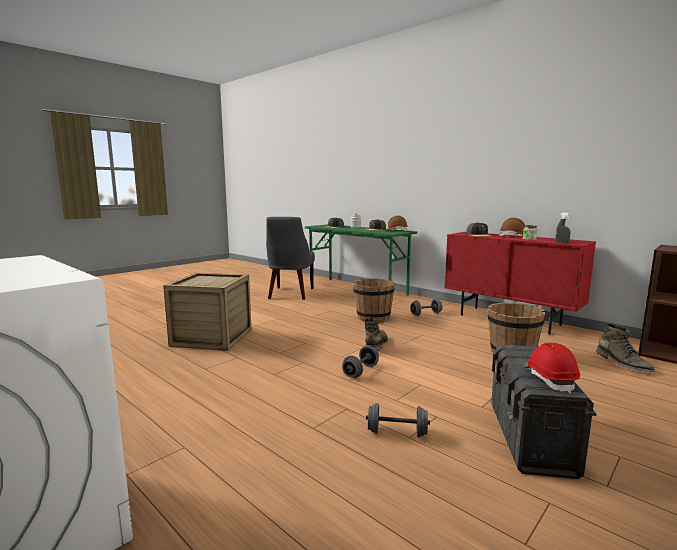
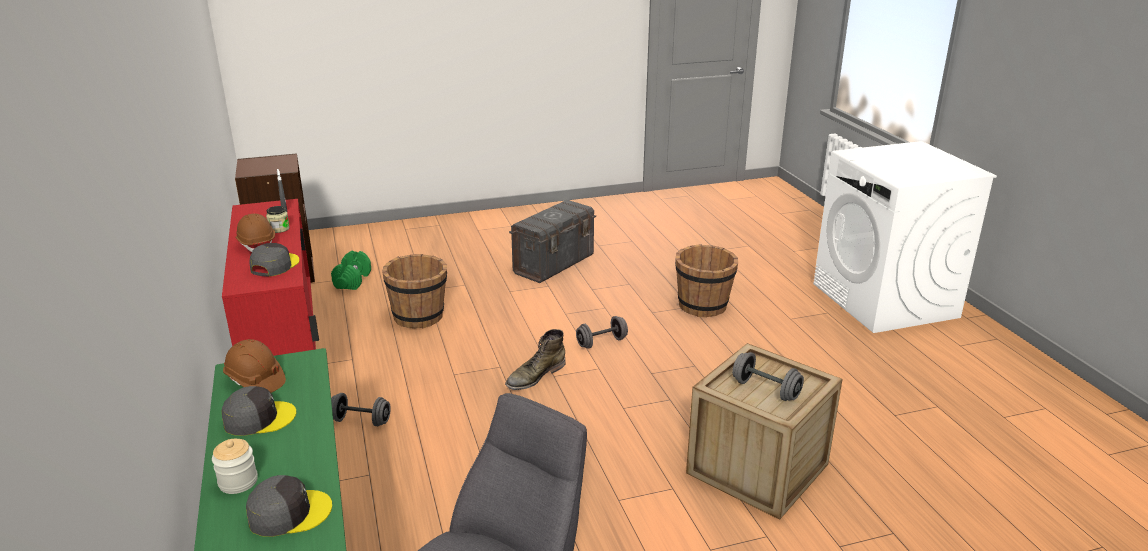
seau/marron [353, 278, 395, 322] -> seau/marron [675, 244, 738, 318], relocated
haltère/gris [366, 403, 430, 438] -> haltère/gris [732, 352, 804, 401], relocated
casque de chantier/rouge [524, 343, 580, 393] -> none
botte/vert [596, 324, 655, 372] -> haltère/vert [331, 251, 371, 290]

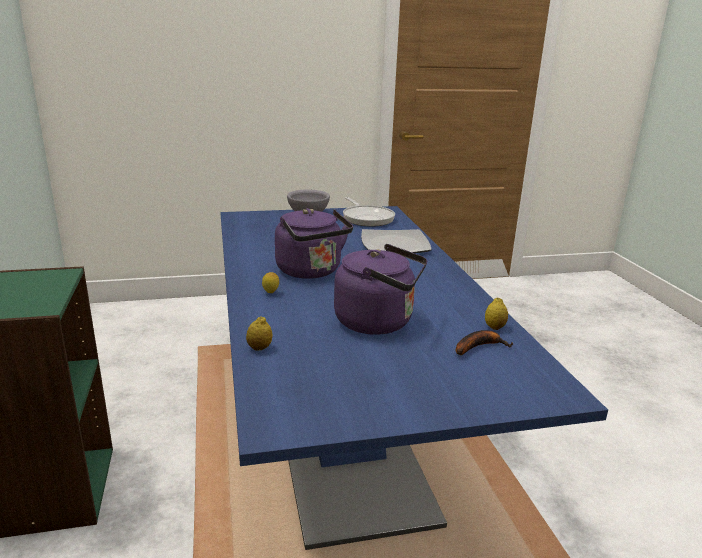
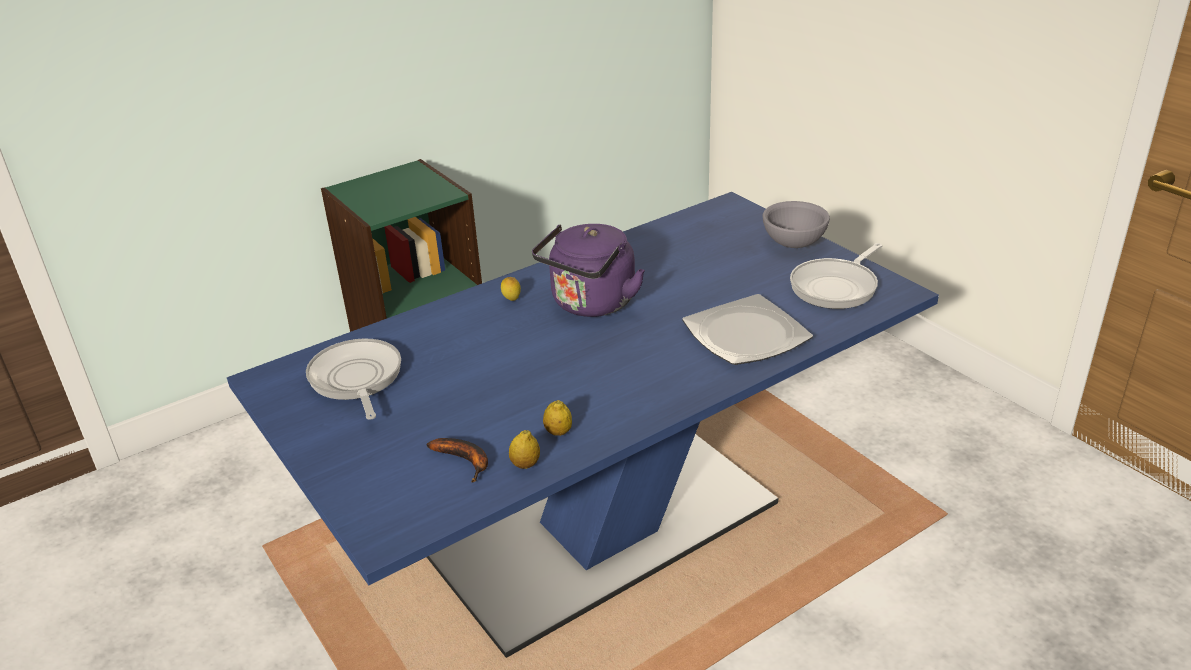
citron [246, 316, 273, 351] -> citron [543, 400, 572, 436], relocated
bouilloire/violet [334, 244, 427, 335] -> none
none -> poêle [306, 339, 401, 420]

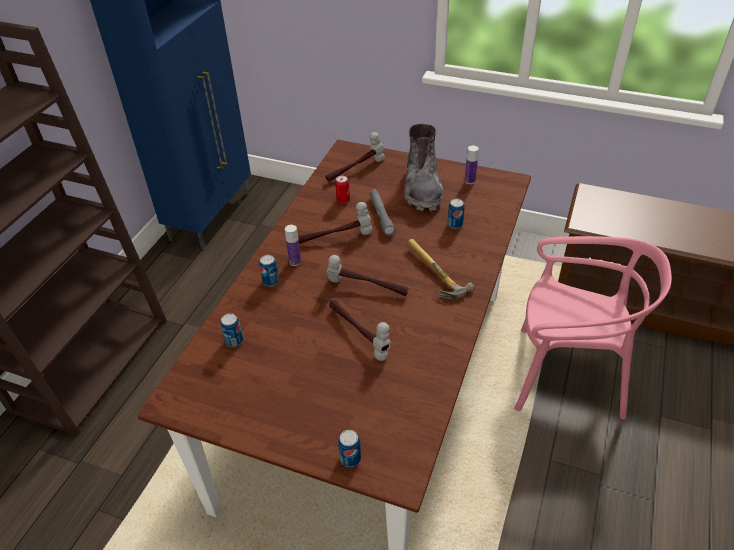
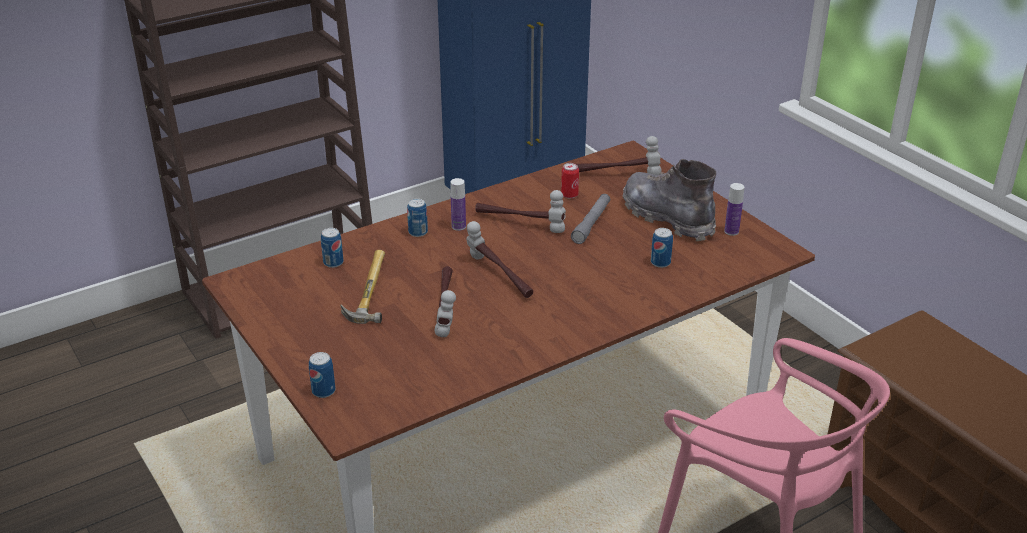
botte/gris [404, 124, 443, 211] -> botte/gris [623, 159, 716, 241], 105 degrees clockwise
marteau [407, 239, 475, 299] -> marteau [340, 250, 385, 324], relocated

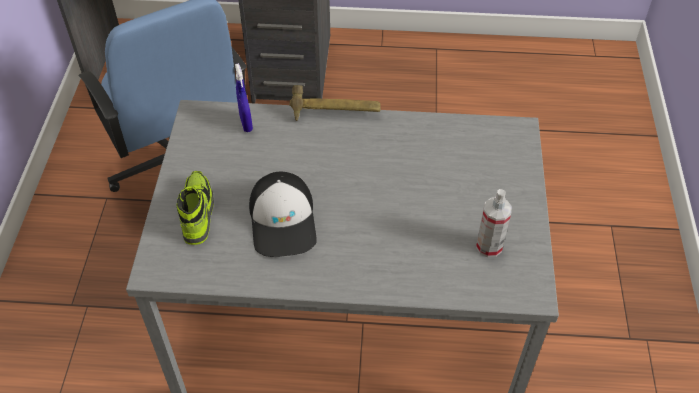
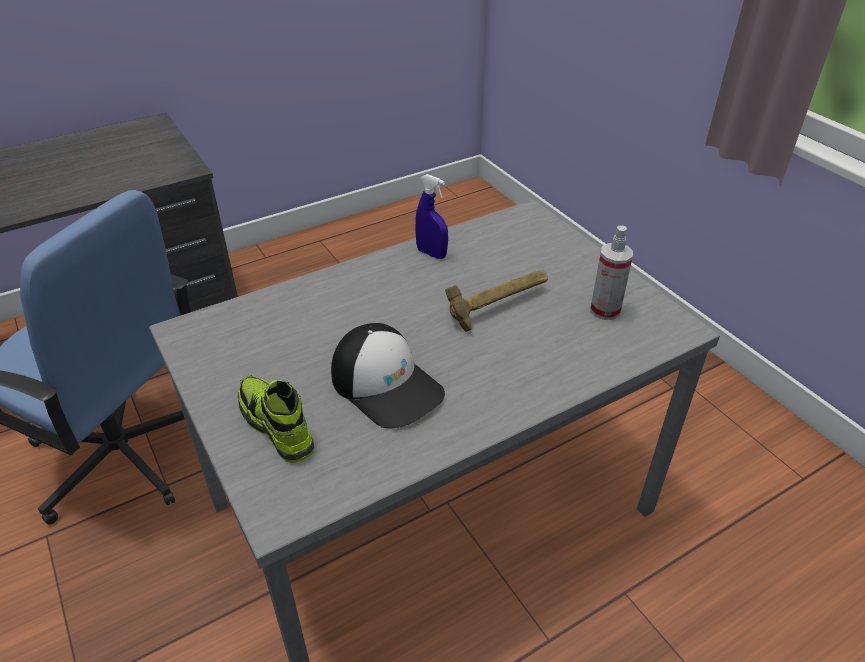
vaporisateur/bleu [235, 63, 253, 132] -> vaporisateur/bleu [415, 174, 448, 259], relocated
marteau [289, 85, 381, 121] -> marteau [445, 271, 548, 332], relocated

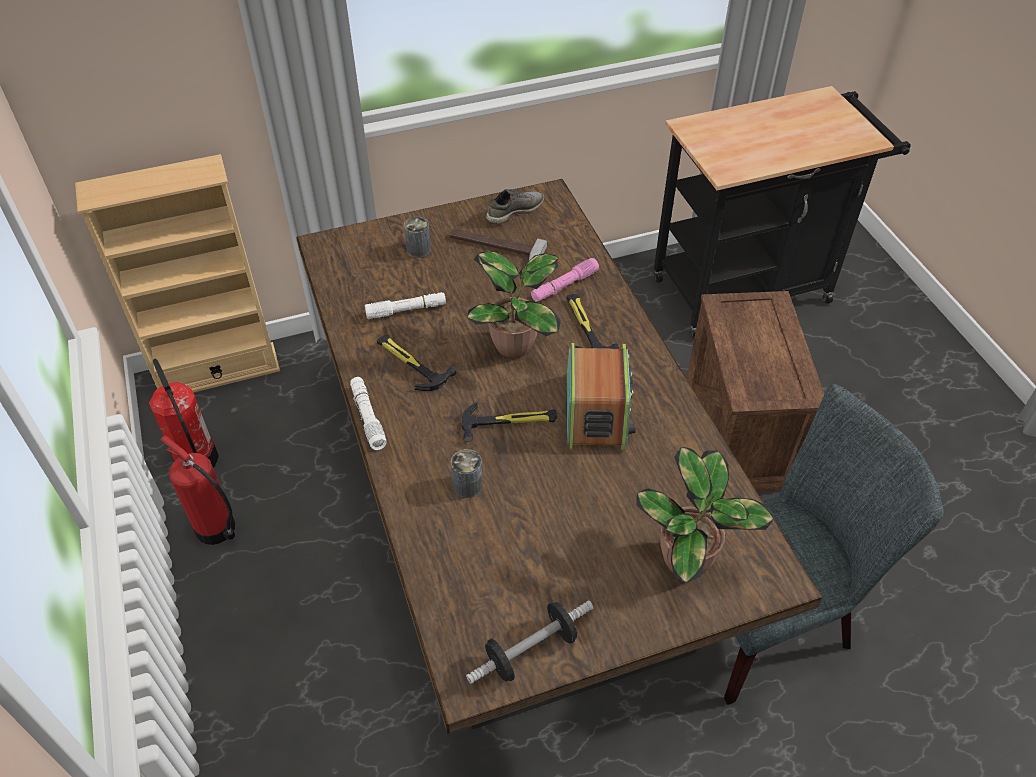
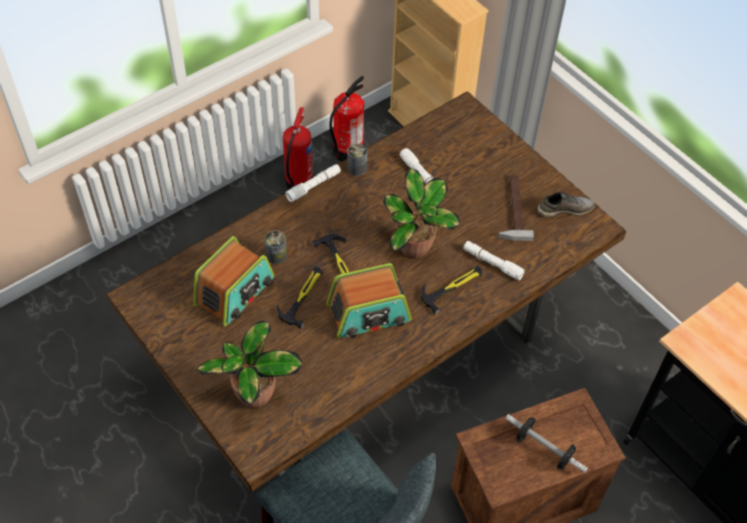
marteau [377, 336, 456, 391] -> marteau [277, 267, 323, 328], relocated
boîte métallique [404, 217, 431, 258] -> boîte métallique [347, 143, 368, 176], relocated
haltère [466, 600, 594, 684] -> haltère [505, 414, 588, 473], relocated
chaussure/gris [486, 189, 544, 224] -> chaussure/gris [537, 192, 595, 218], 45 degrees counterclockwise
lampe de poche/rose [531, 258, 599, 302] -> lampe de poche/blanc [463, 241, 525, 280]
none -> radio [193, 236, 274, 327]

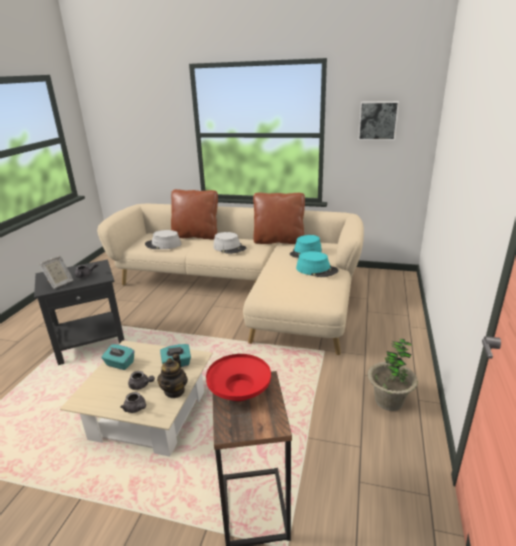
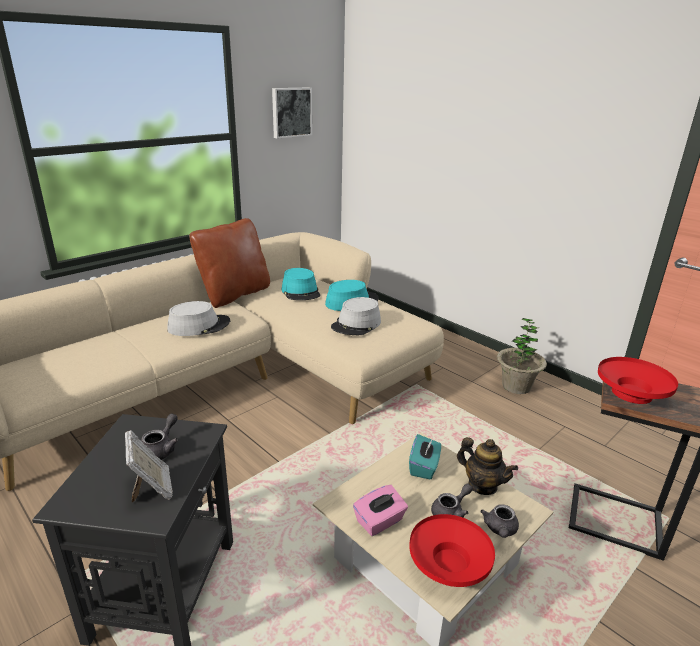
boîte à mouchoirs/turquoise [101, 344, 134, 370] -> boîte à mouchoirs/rose [353, 485, 408, 536]
théière/gris [120, 392, 146, 413] -> théière/gris [480, 504, 519, 538], 120 degrees clockwise
chapeau/gris [145, 230, 181, 249] -> chapeau/gris [331, 297, 381, 335], relocated
coussin/marron [171, 189, 218, 239] -> none
none -> bol/rouge [409, 514, 495, 587]

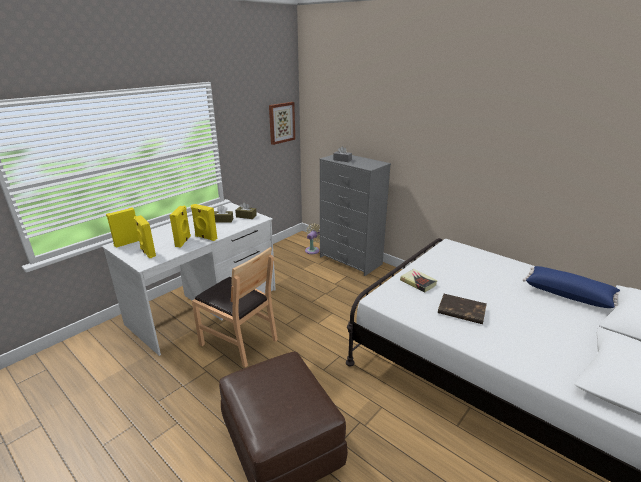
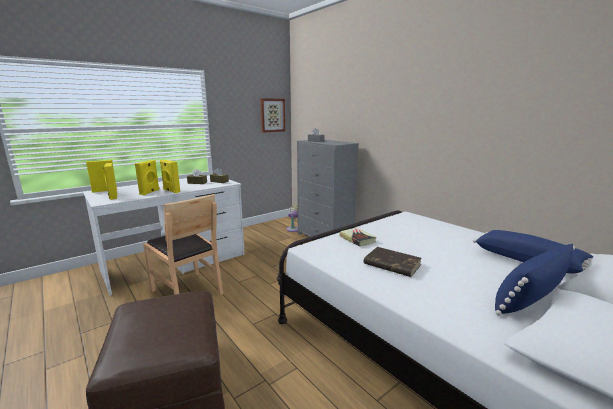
none -> coussin/bleu [495, 244, 575, 316]

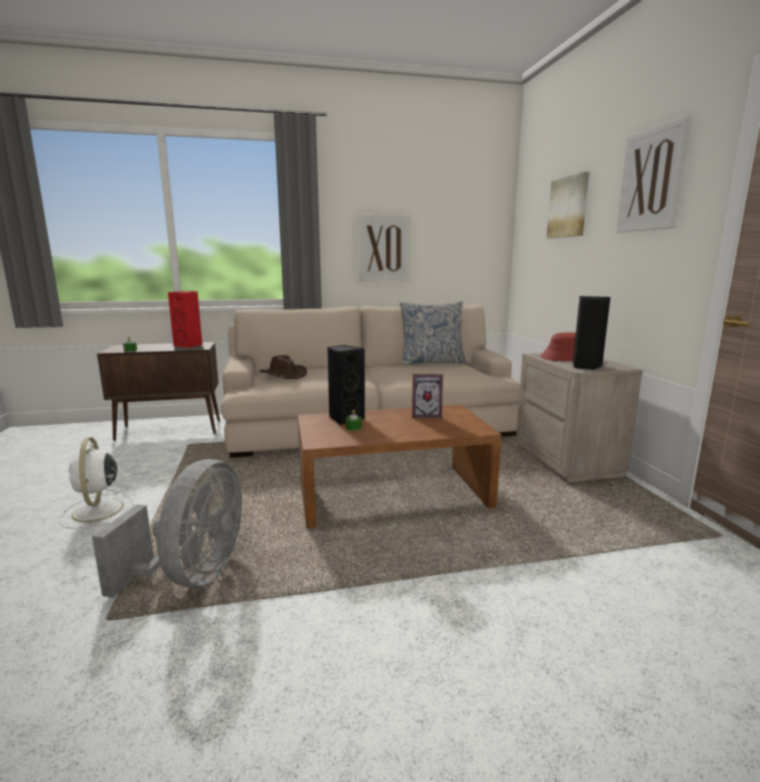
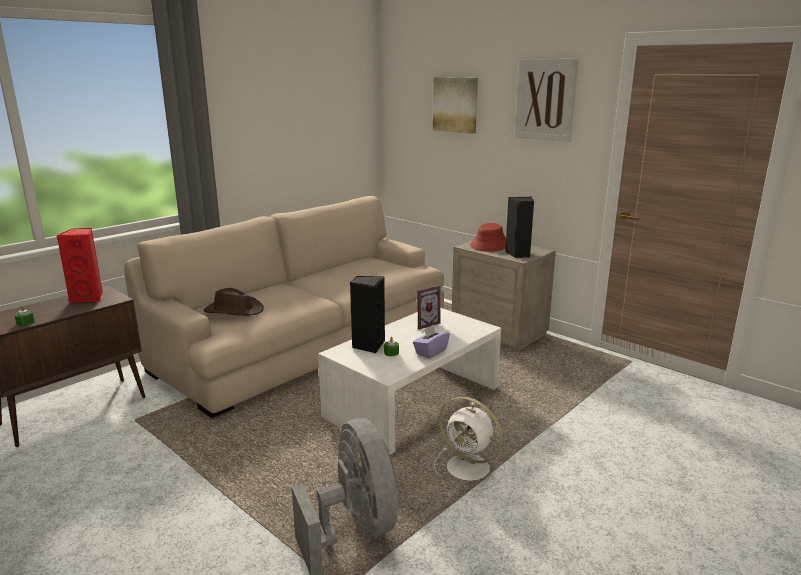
ventilateur/blanc [60, 437, 134, 529] -> ventilateur/blanc [434, 397, 505, 491], relocated
table basse/marron [298, 405, 501, 528] -> table basse/blanc [318, 308, 501, 455]
tableau [358, 215, 411, 282] -> none
coussin [400, 301, 467, 365] -> none
none -> boîte à mouchoirs/violet [413, 325, 450, 358]

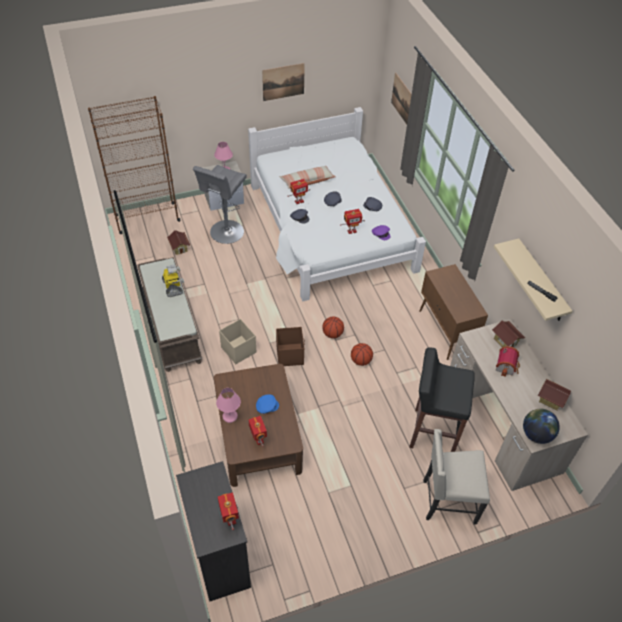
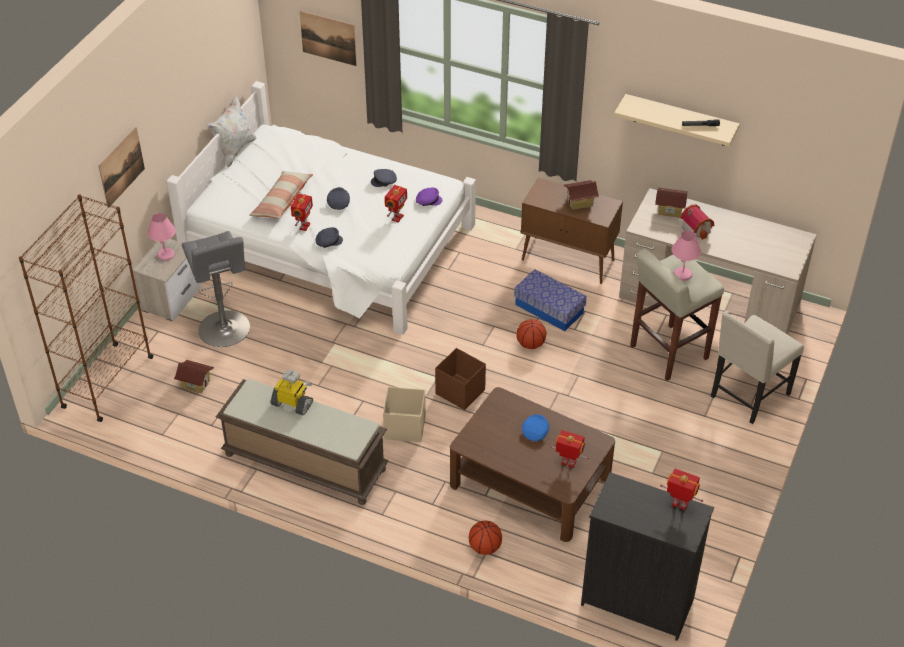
lampe de table/rose [216, 388, 241, 423] -> lampe de table/rose [672, 231, 701, 281], relocated
tableau [262, 63, 305, 101] -> tableau [98, 127, 145, 208], relocated
ballon de basket [322, 317, 344, 338] -> ballon de basket [469, 521, 502, 555], relocated
tabouret/noir [409, 348, 475, 452] -> tabouret/beige [630, 248, 724, 381]
globe [523, 409, 560, 444] -> none
maison miniature [538, 379, 571, 411] -> maison miniature [563, 180, 599, 210], relocated
none -> coussin/blanc [207, 94, 256, 168]
none -> boîte de rangement [514, 269, 587, 331]

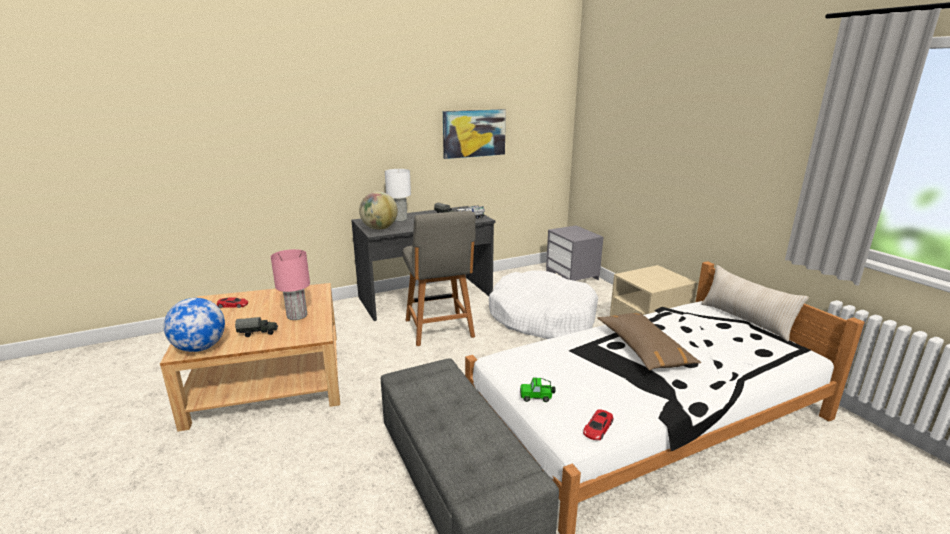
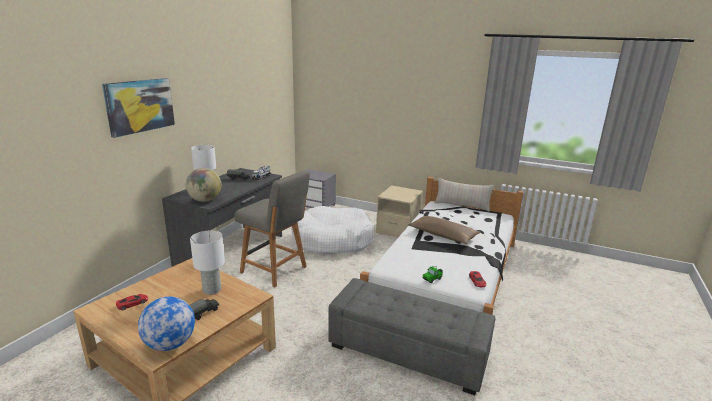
lampe de table/rose [271, 249, 310, 320] -> lampe de table/blanc [190, 231, 225, 295]
tableau [443, 109, 506, 159] -> tableau [102, 78, 175, 138], relocated

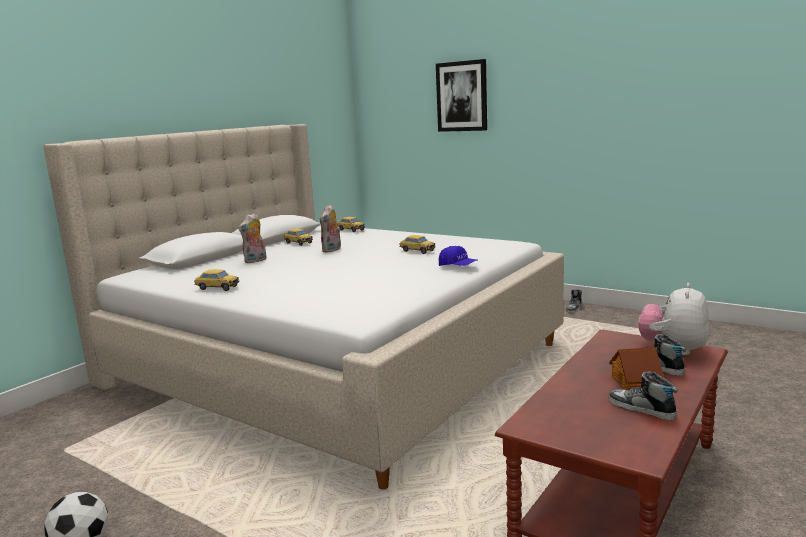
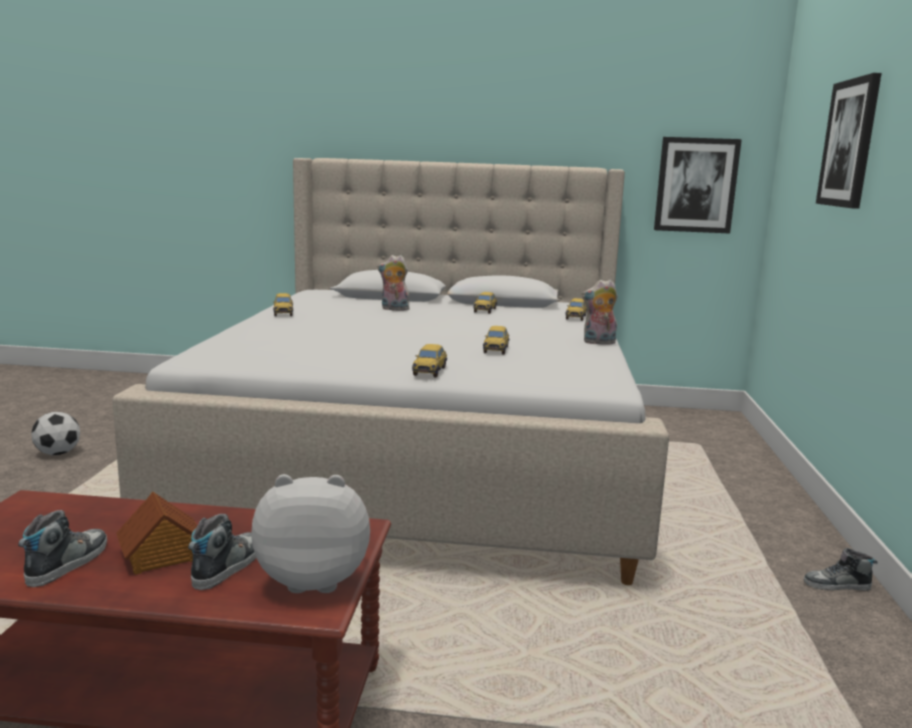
peluche [320, 205, 341, 253] -> peluche [582, 280, 618, 345], relocated
casquette/bleu [439, 246, 478, 266] -> petite voiture [412, 344, 447, 378]
none -> tableau [654, 137, 742, 234]

